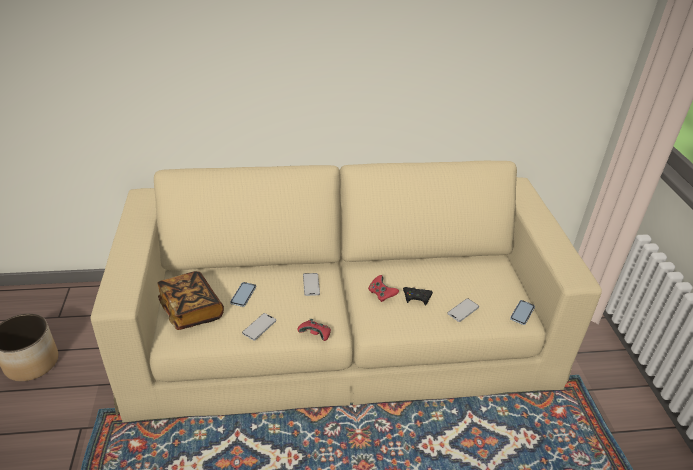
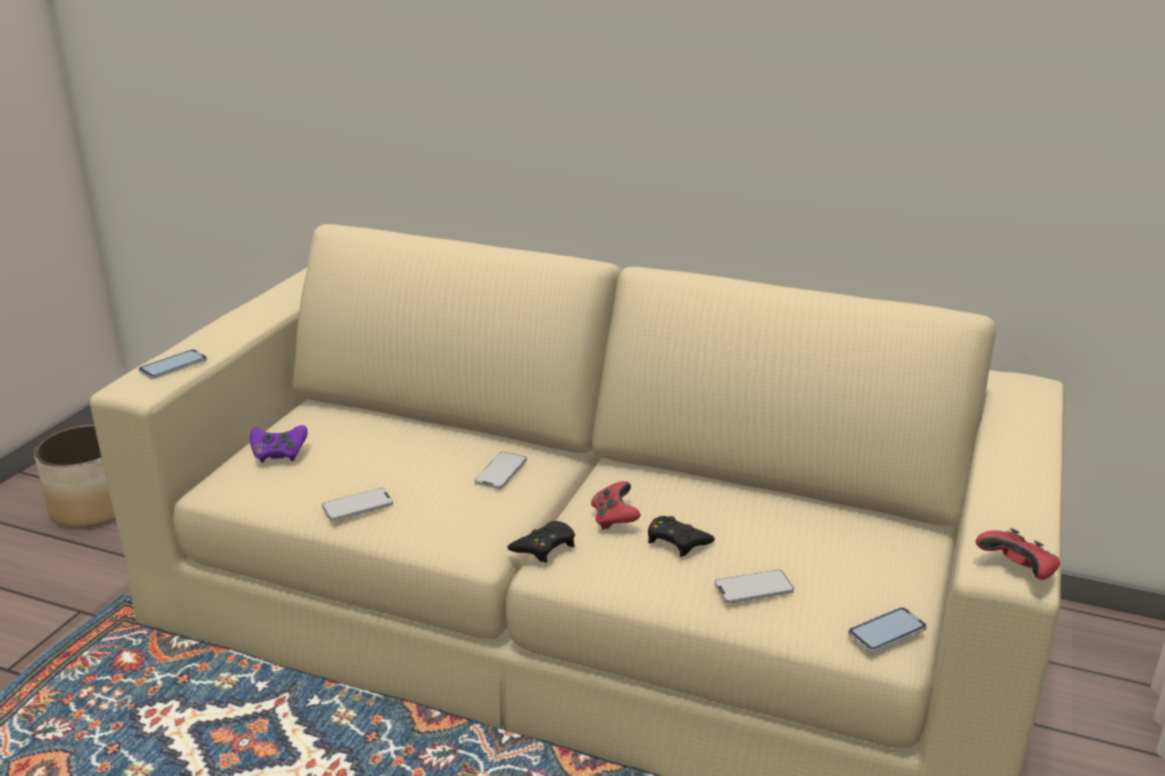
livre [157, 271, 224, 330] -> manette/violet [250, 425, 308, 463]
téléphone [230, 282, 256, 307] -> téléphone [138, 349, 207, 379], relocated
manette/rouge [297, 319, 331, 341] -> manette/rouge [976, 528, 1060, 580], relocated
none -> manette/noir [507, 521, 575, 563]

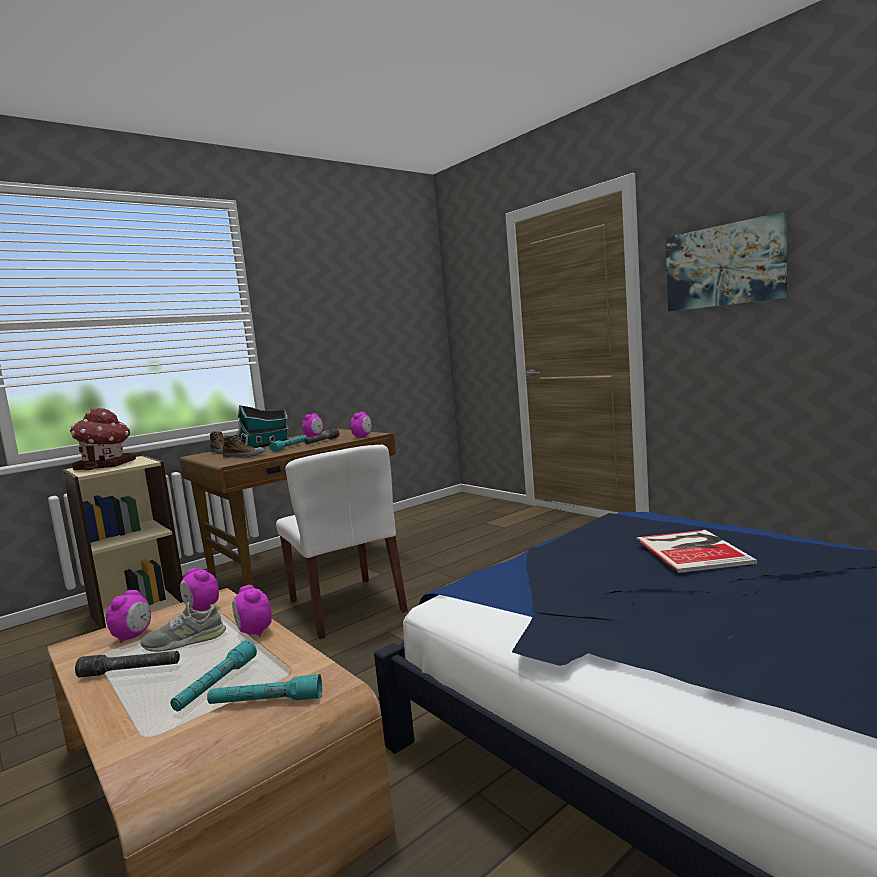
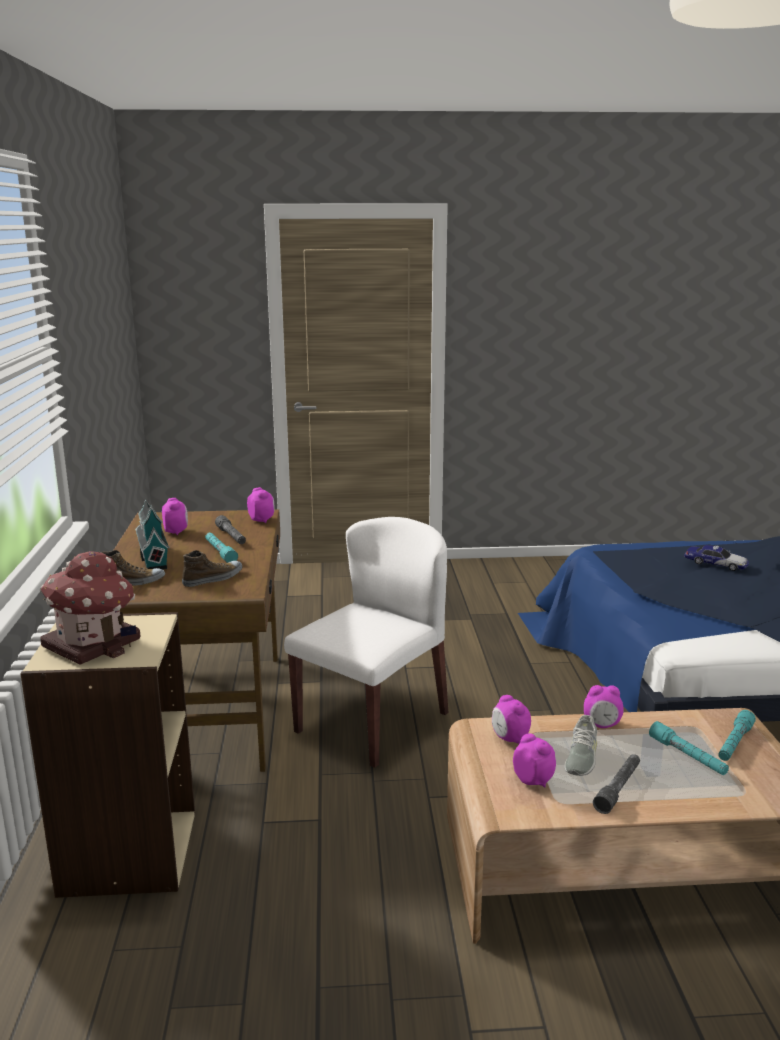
réveil [180, 568, 219, 611] -> réveil [492, 695, 531, 744], 75 degrees clockwise
chaise/blanc [276, 445, 408, 639] -> chaise/blanc [284, 517, 448, 768], 60 degrees counterclockwise
livre [637, 530, 757, 573] -> petite voiture [684, 545, 749, 571]
tableau [666, 212, 787, 311] -> none

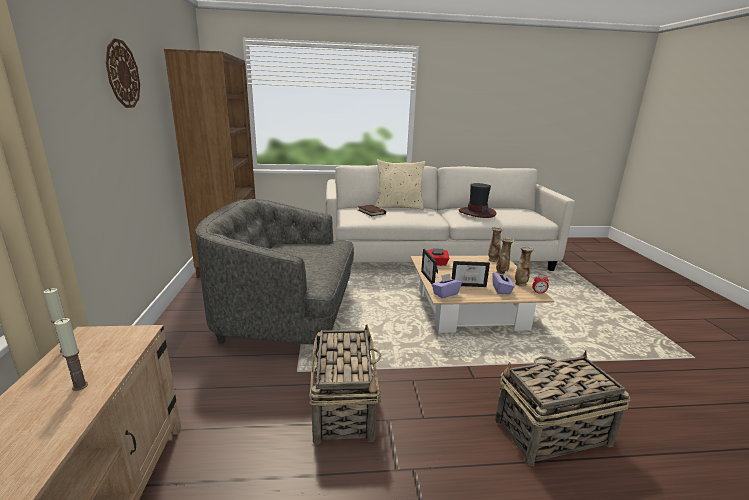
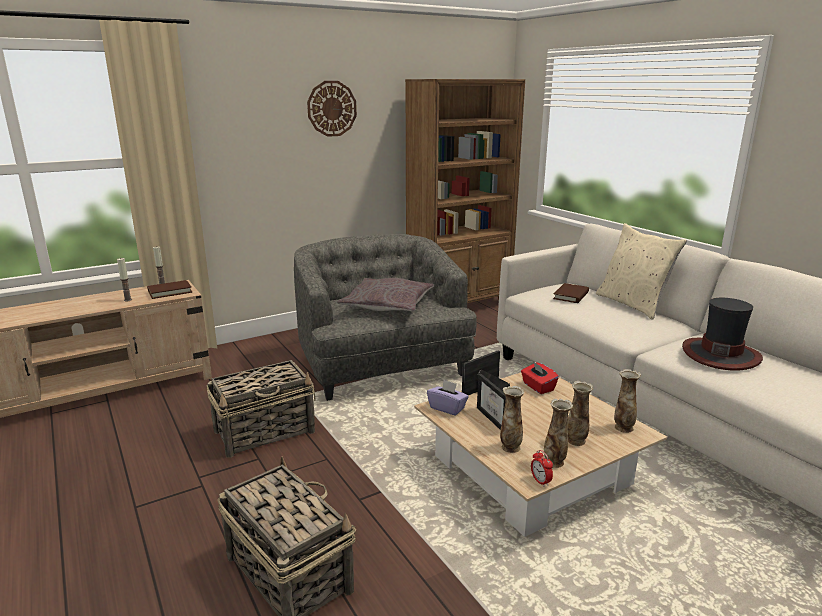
boîte à mouchoirs/violet [492, 271, 515, 294] -> vase [500, 386, 525, 453]
none -> livre/marron [147, 280, 192, 299]
none -> coussin/gris [337, 278, 434, 311]

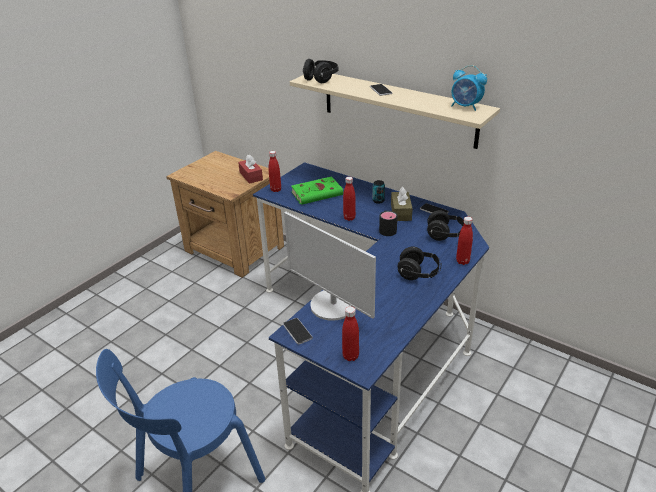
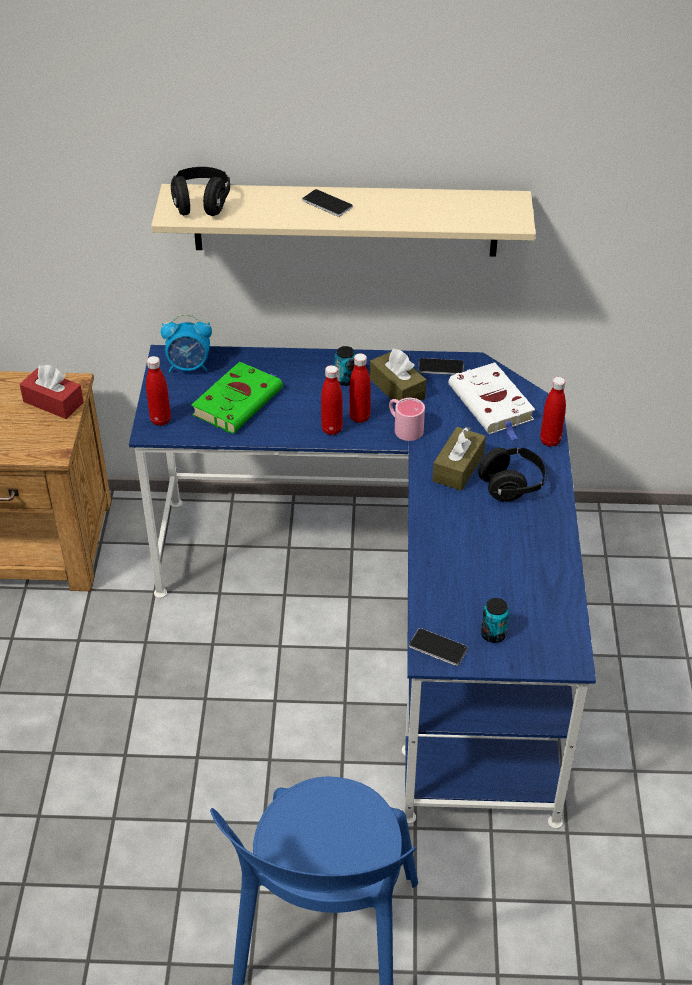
écran d'ordinateur [284, 212, 376, 321] -> none
bouteille/rouge [342, 306, 359, 361] -> bouteille/rouge [349, 353, 371, 423], relocated
mug/noir [379, 210, 398, 236] -> mug/rose [389, 398, 425, 441]
casque audio/noir [427, 210, 464, 241] -> livre/blanc [448, 363, 535, 441]
réveil [451, 65, 487, 111] -> réveil [161, 314, 212, 372], relocated
none -> boîte à mouchoirs/marron [432, 427, 486, 491]
none -> boîte métallique [481, 598, 509, 643]

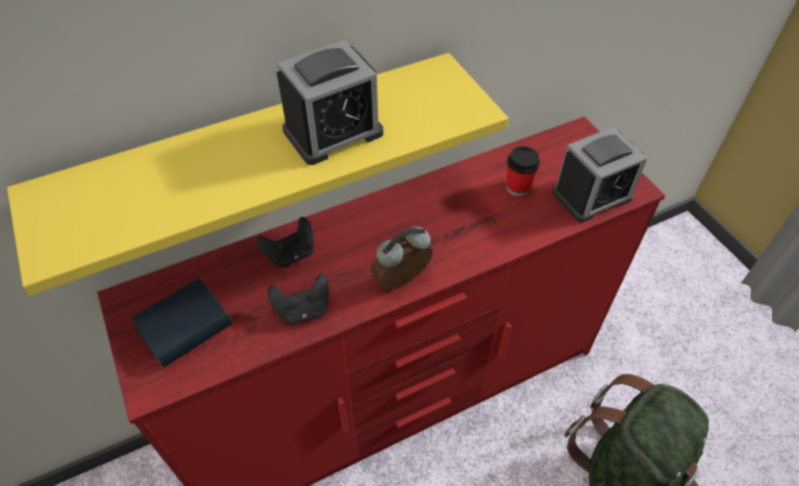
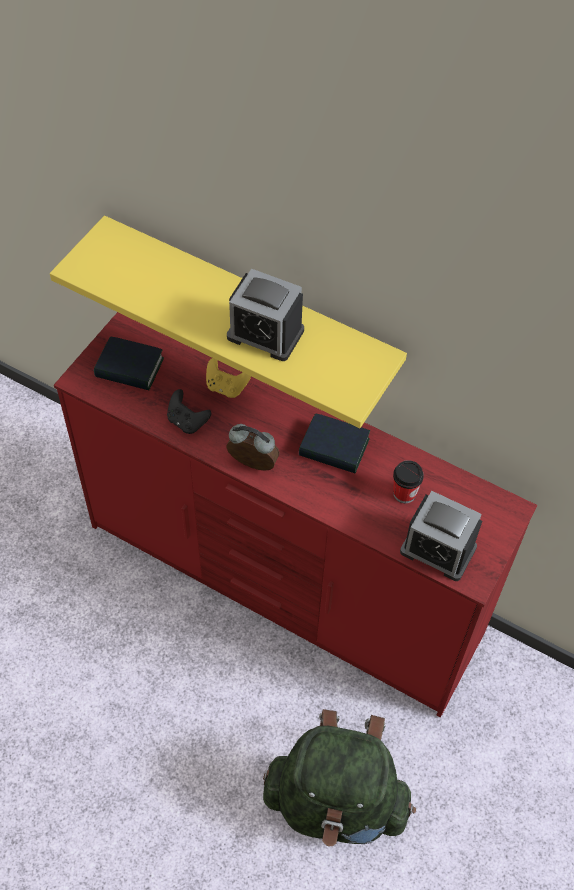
manette/noir [257, 217, 314, 268] -> manette/jaune [206, 358, 251, 398]
none -> livre [299, 413, 370, 474]

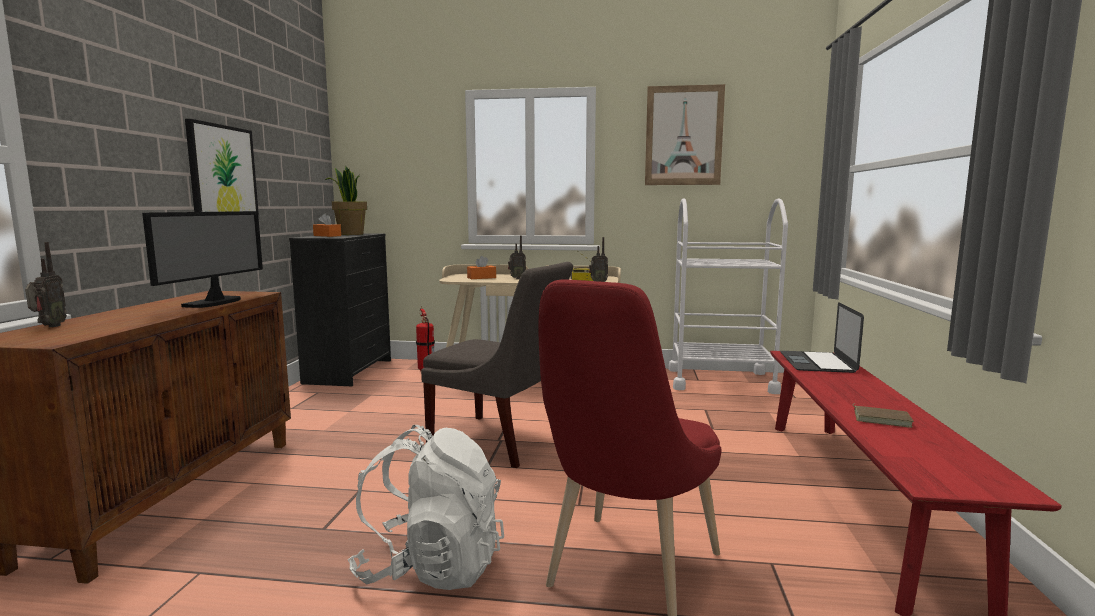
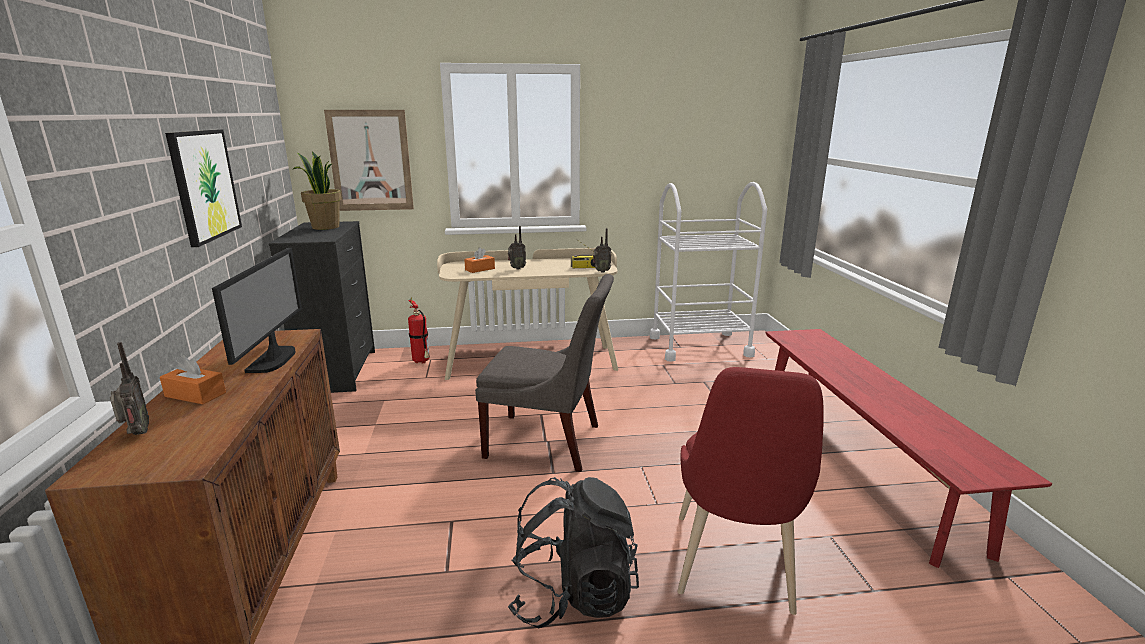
boîte à mouchoirs/orange [313, 214, 341, 237] -> boîte à mouchoirs/orange [160, 355, 226, 404], relocated
sac à dos/blanc [348, 425, 504, 590] -> sac à dos/noir [508, 477, 639, 628]
tableau [645, 84, 725, 185] -> tableau [324, 110, 414, 211], relocated
ordinateur portable [780, 302, 864, 373] -> none
livre/marron [853, 403, 914, 428] -> none

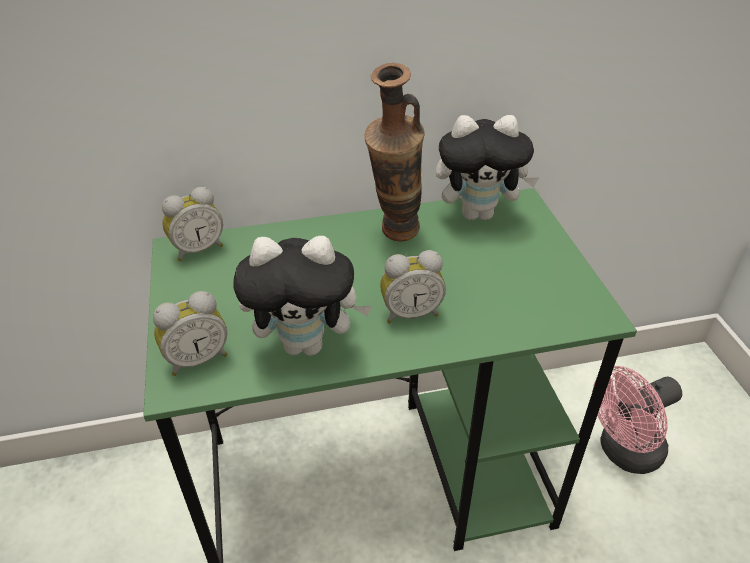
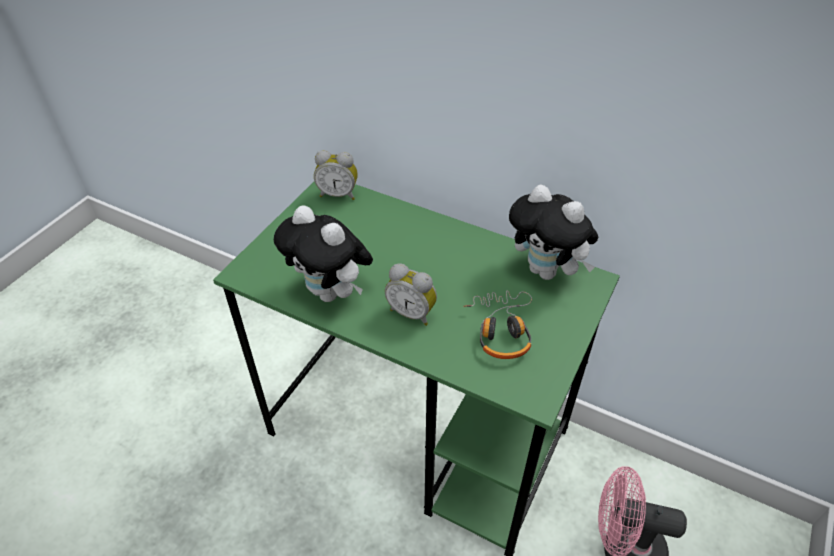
réveil [153, 291, 228, 376] -> none
vase [364, 63, 425, 242] -> none
none -> casque audio [463, 291, 532, 359]

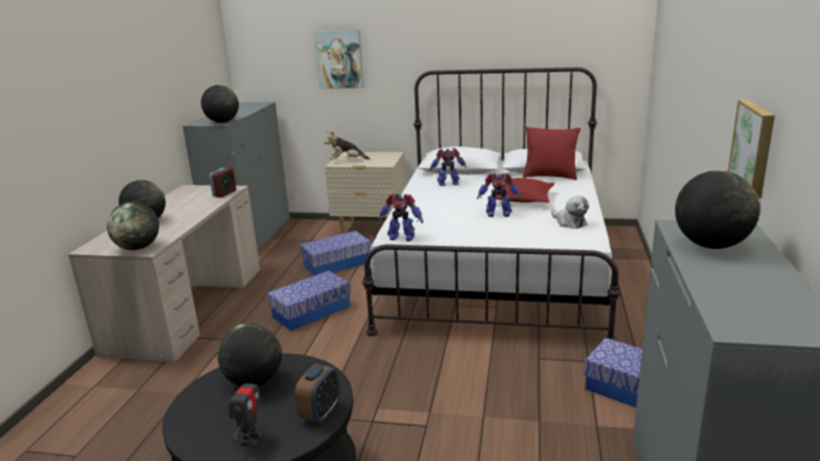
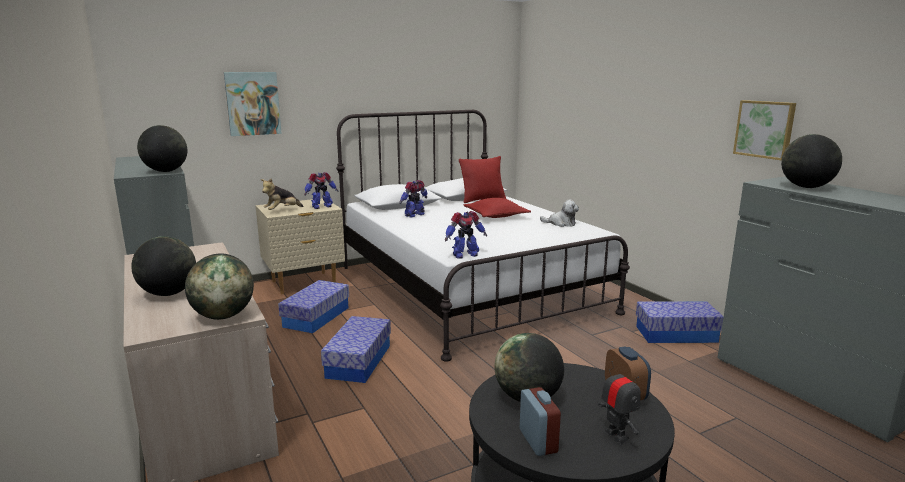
réveil [209, 168, 236, 197] -> réveil [520, 387, 561, 456], relocated
robot jouet [477, 173, 521, 217] -> robot jouet [304, 172, 338, 209], relocated

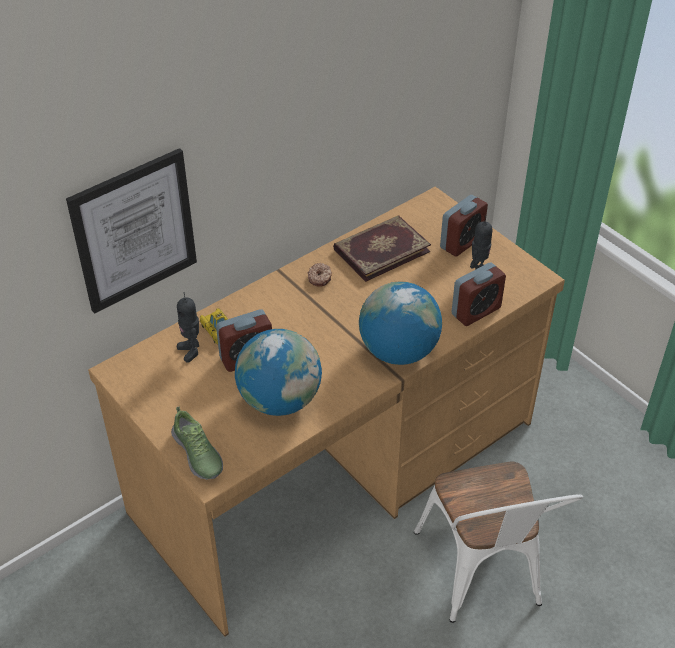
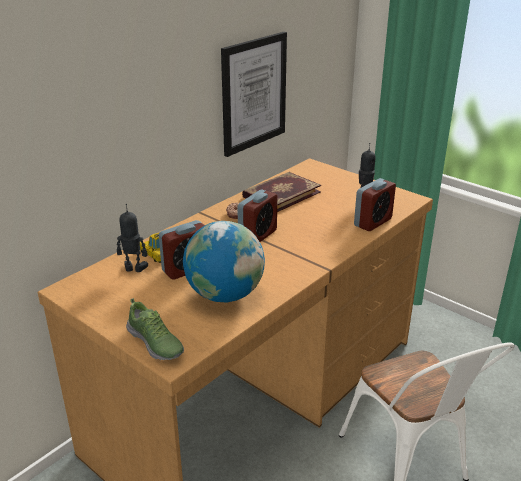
tableau [66, 148, 197, 314] -> tableau [221, 32, 287, 157], relocated
robot jouet [177, 292, 199, 363] -> robot jouet [117, 204, 148, 272], 135 degrees clockwise
globe [359, 281, 442, 365] -> none
réveil [440, 195, 488, 256] -> réveil [237, 190, 277, 242], relocated

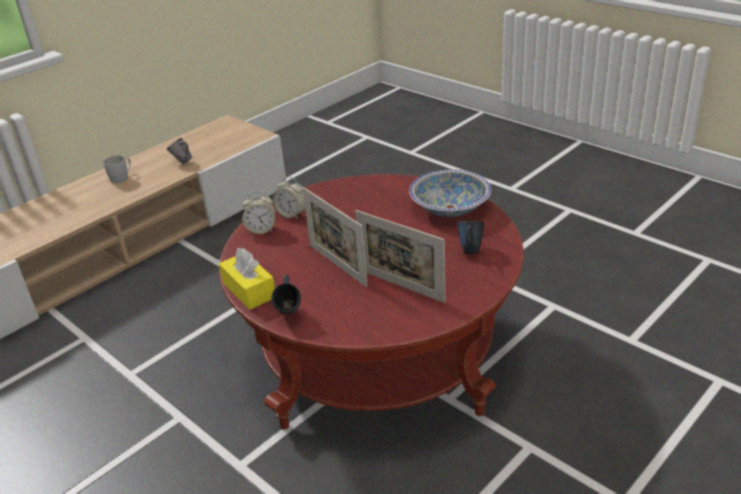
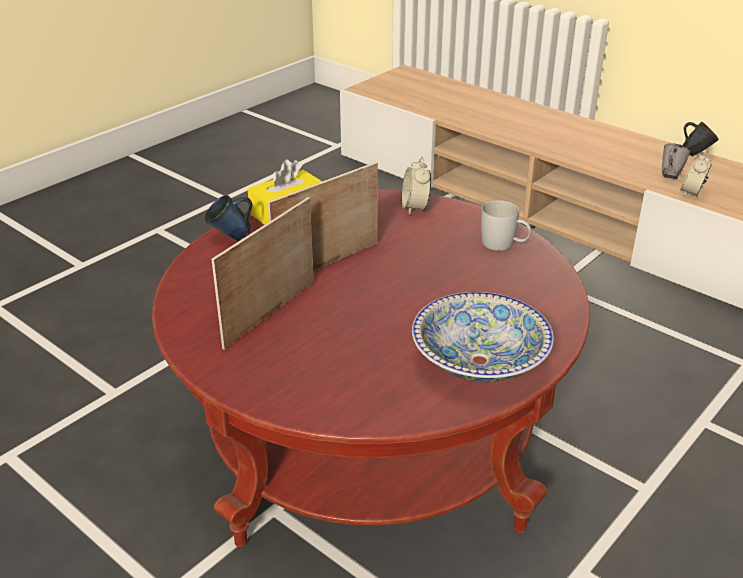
mug/blanc [103, 155, 131, 183] -> mug/blanc [481, 200, 531, 251], relocated
réveil [273, 177, 305, 220] -> réveil [680, 151, 712, 196], relocated
mug/bleu [457, 221, 484, 254] -> mug/bleu [683, 122, 719, 156], relocated

